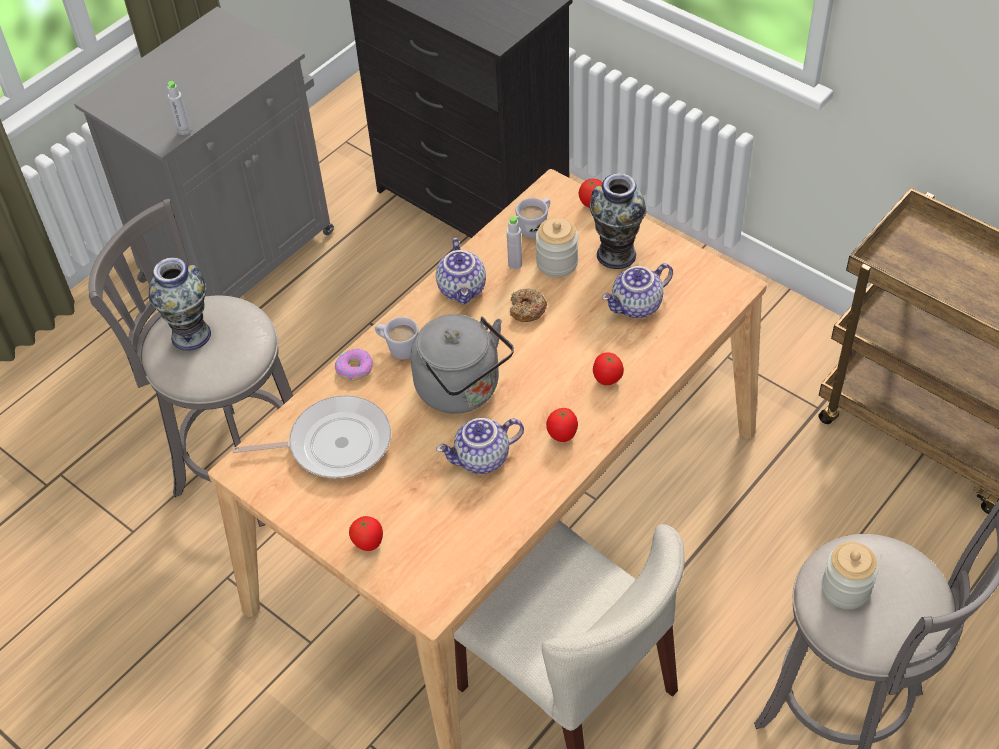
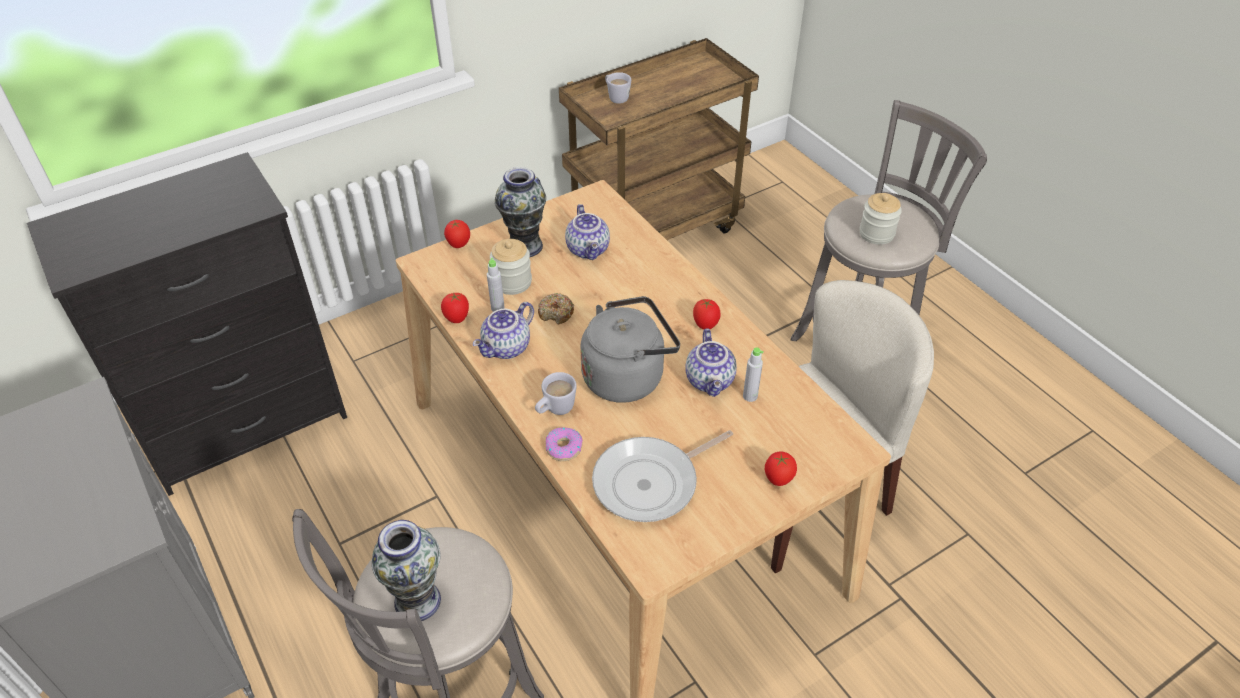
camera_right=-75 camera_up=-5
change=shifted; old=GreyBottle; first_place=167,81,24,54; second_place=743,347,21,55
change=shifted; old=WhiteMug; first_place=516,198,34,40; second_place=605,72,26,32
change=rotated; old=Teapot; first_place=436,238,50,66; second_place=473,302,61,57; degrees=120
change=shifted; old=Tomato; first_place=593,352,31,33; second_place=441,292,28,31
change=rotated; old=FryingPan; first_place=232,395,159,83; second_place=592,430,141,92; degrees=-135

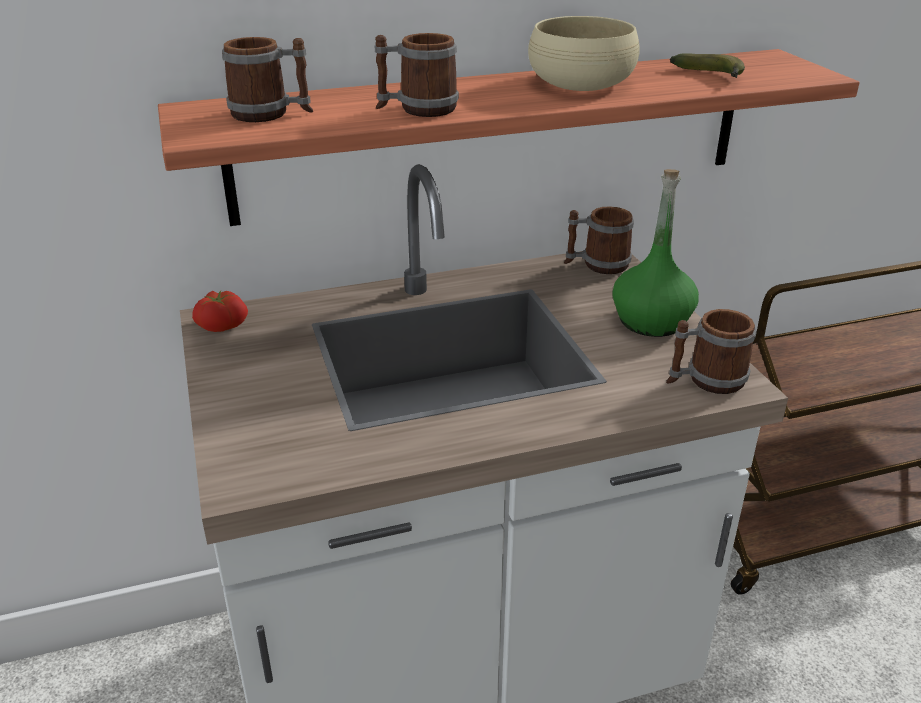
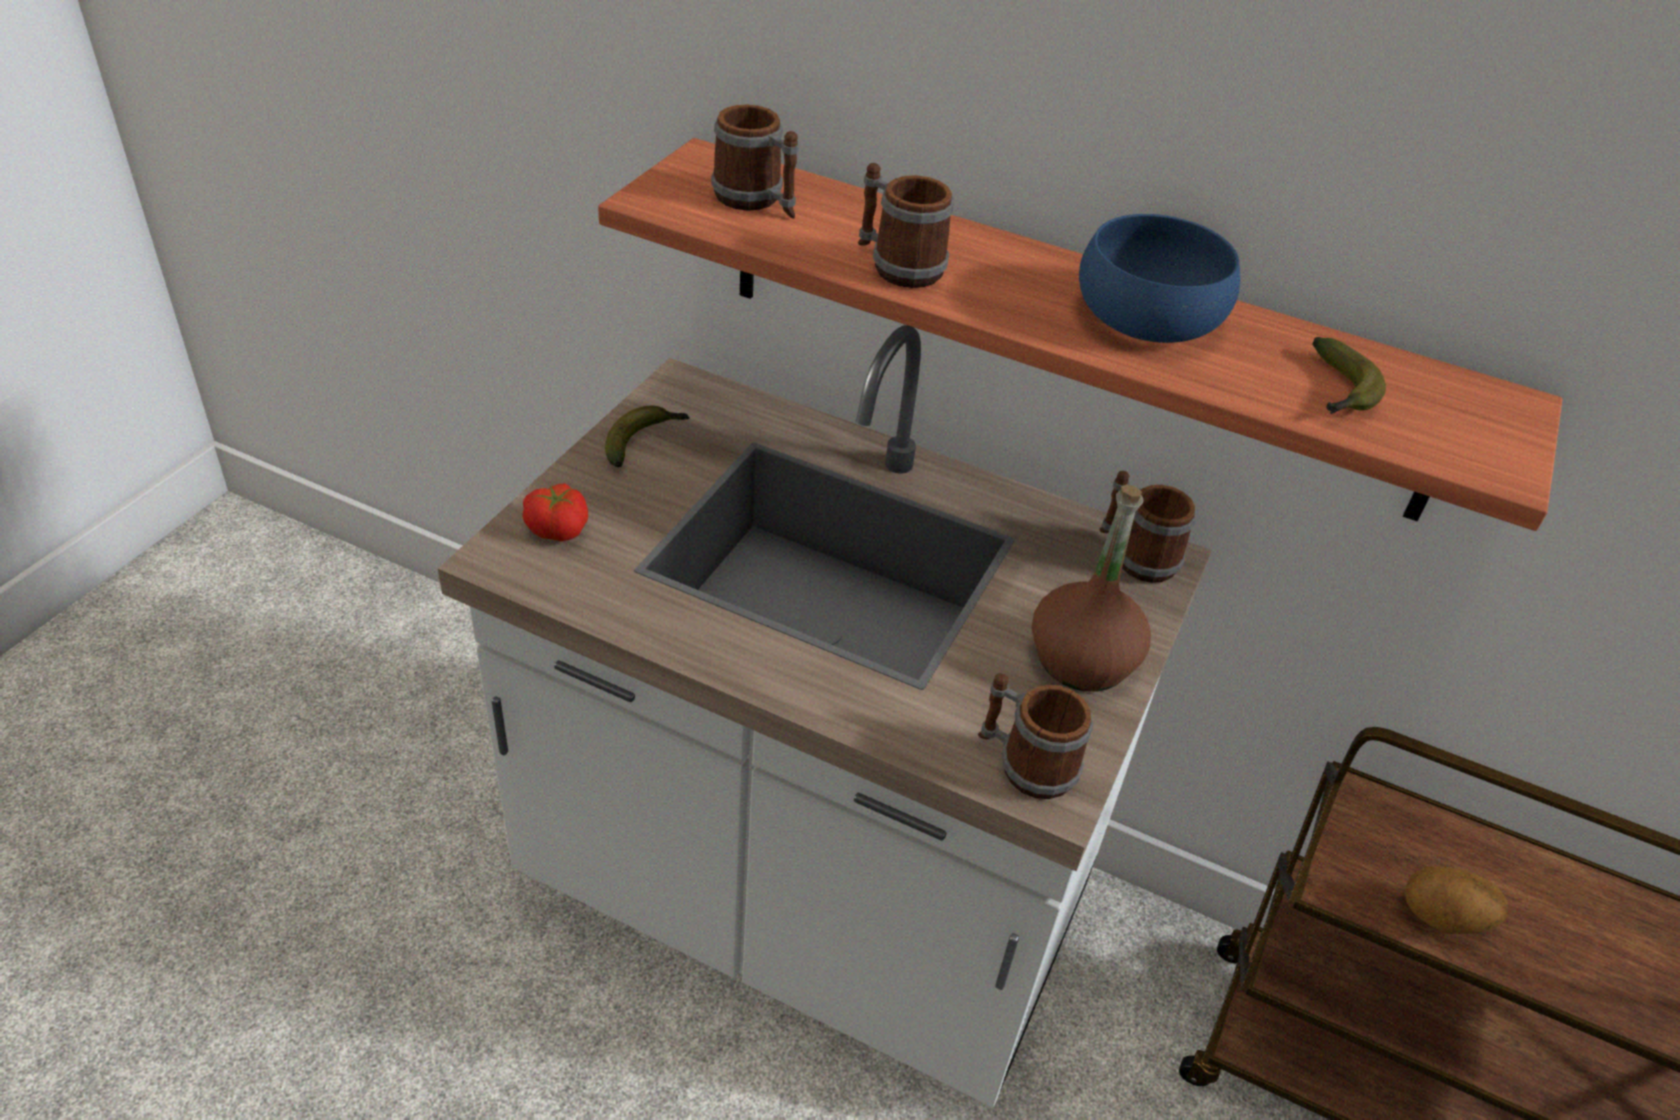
camera_right=40 camera_up=10
change=repainted; old=BeigeBowl; new=BlueBowl; first_place=528,16,112,75; second_place=1079,214,161,129
change=repainted; old=GreenBottle; new=BrownBottle; first_place=612,169,87,168; second_place=1032,484,119,208
change=shifted; old=Tomato; first_place=192,291,56,41; second_place=523,483,65,58
change=new; new=Banana; second_place=605,406,84,61
change=new; new=Potato; second_place=1405,866,103,68

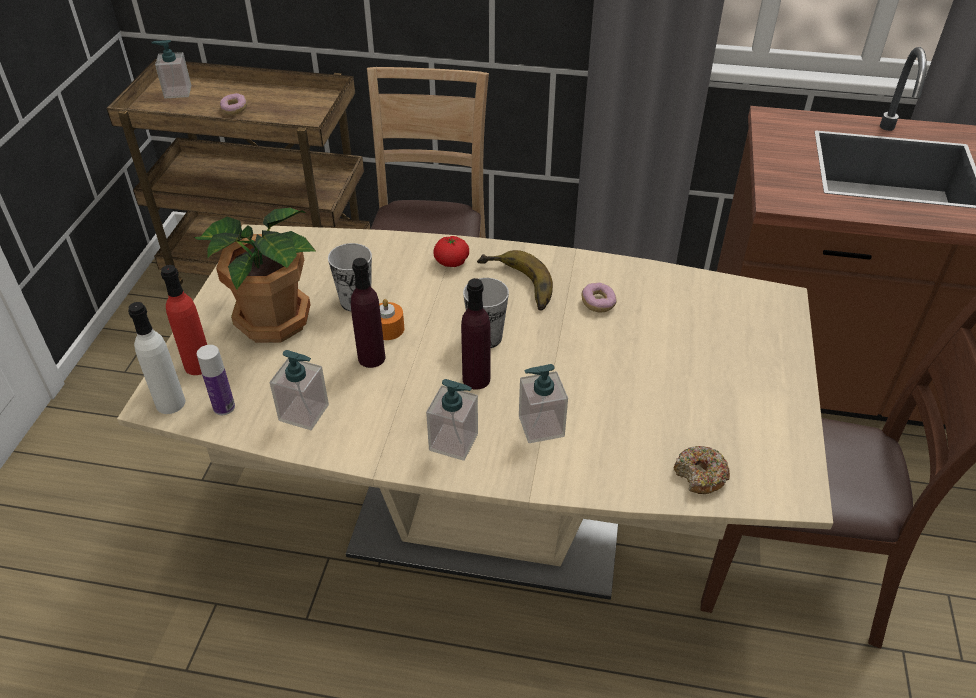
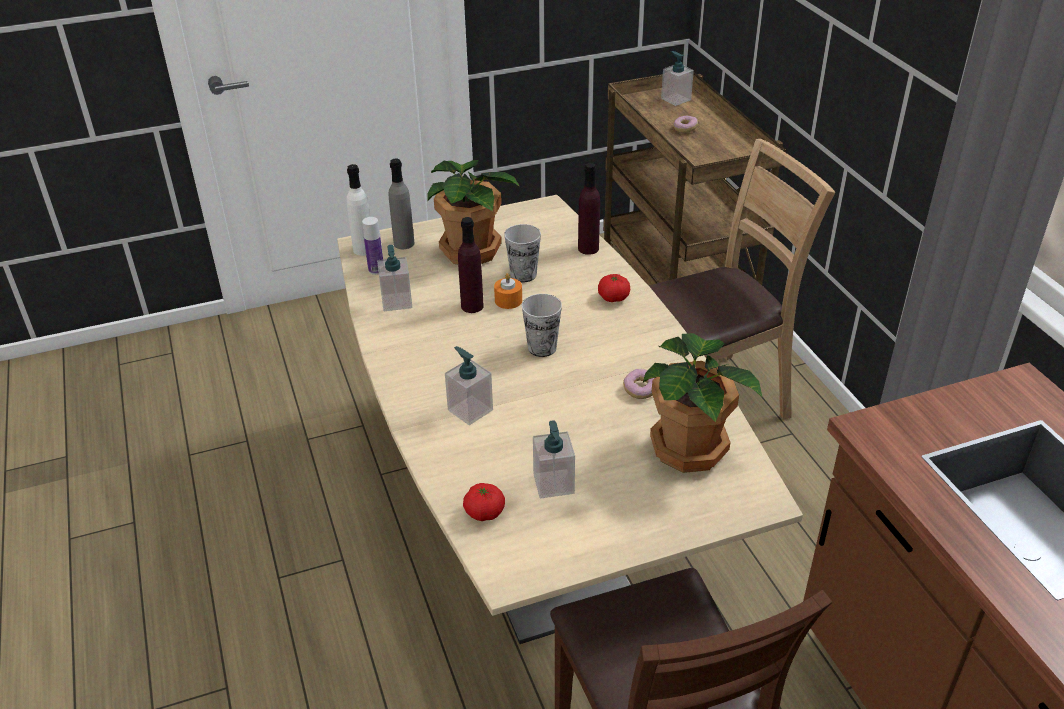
camera_right=60 camera_up=-5
change=gone; old=Banana; first_place=477,250,76,61
change=repainted; old=RedBottle; new=GreyBottle; first_place=161,265,46,110; second_place=389,158,26,91
change=shifted; old=PurpleBottle; first_place=461,278,30,112; second_place=578,163,22,92
change=shifted; old=SoapDispenser; first_place=426,379,52,82; second_place=533,420,42,78
change=swapped; old=Donut; new=Tomato; first_place=674,446,56,48; second_place=463,483,42,38
change=new; new=PottedPlant; second_place=643,333,119,140

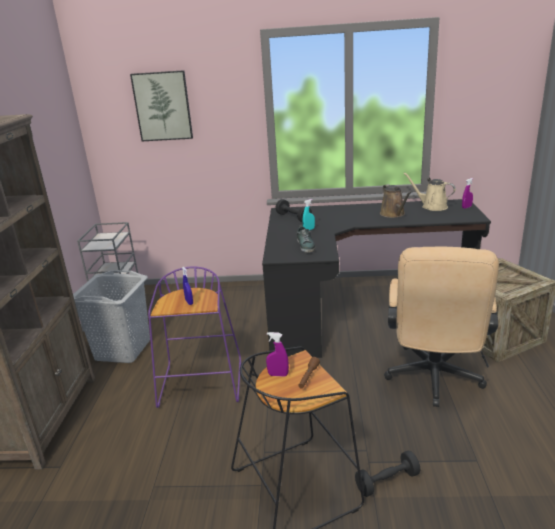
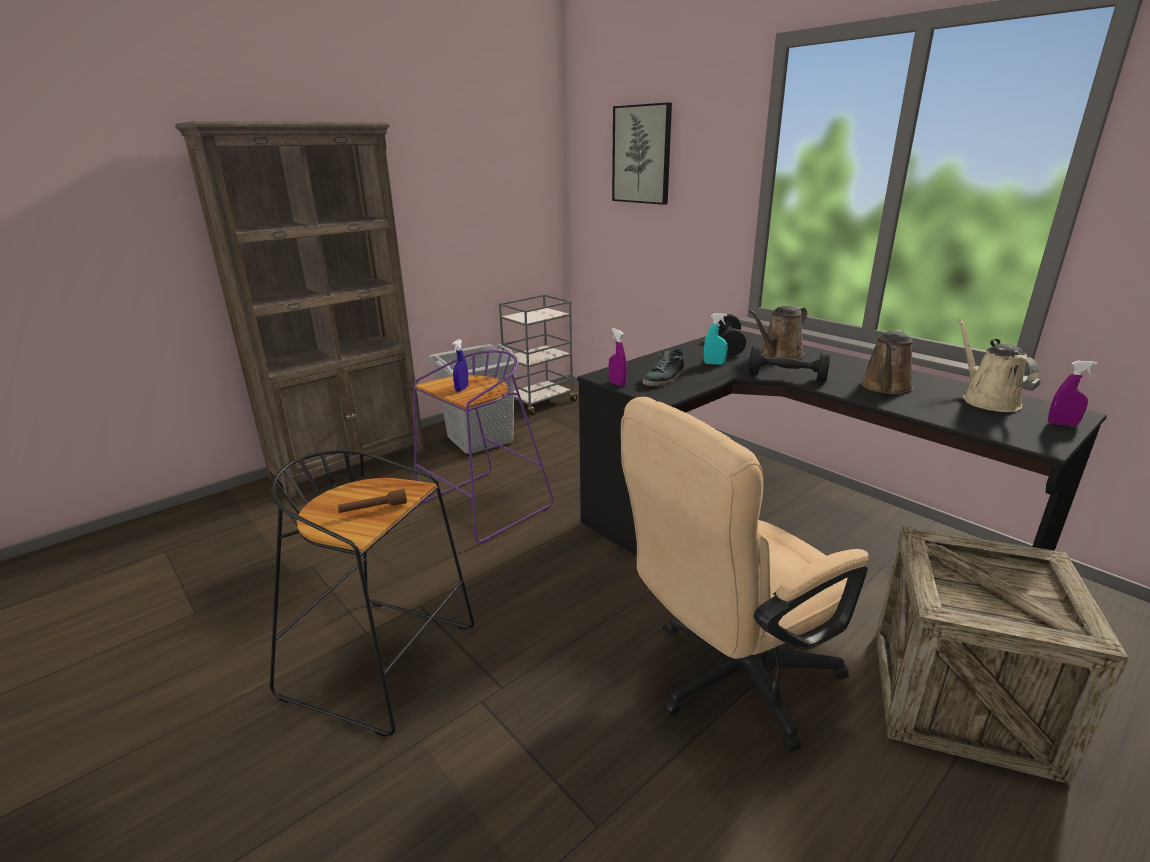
camera_right=45 camera_up=0
change=shifted; old=PurpleSprayBottle; first_place=266,332,23,45; second_place=609,328,18,59
change=shifted; old=BlackDumbbell; first_place=355,451,65,46; second_place=749,345,82,37
change=new; new=BrownWateringCan; second_place=749,306,58,53

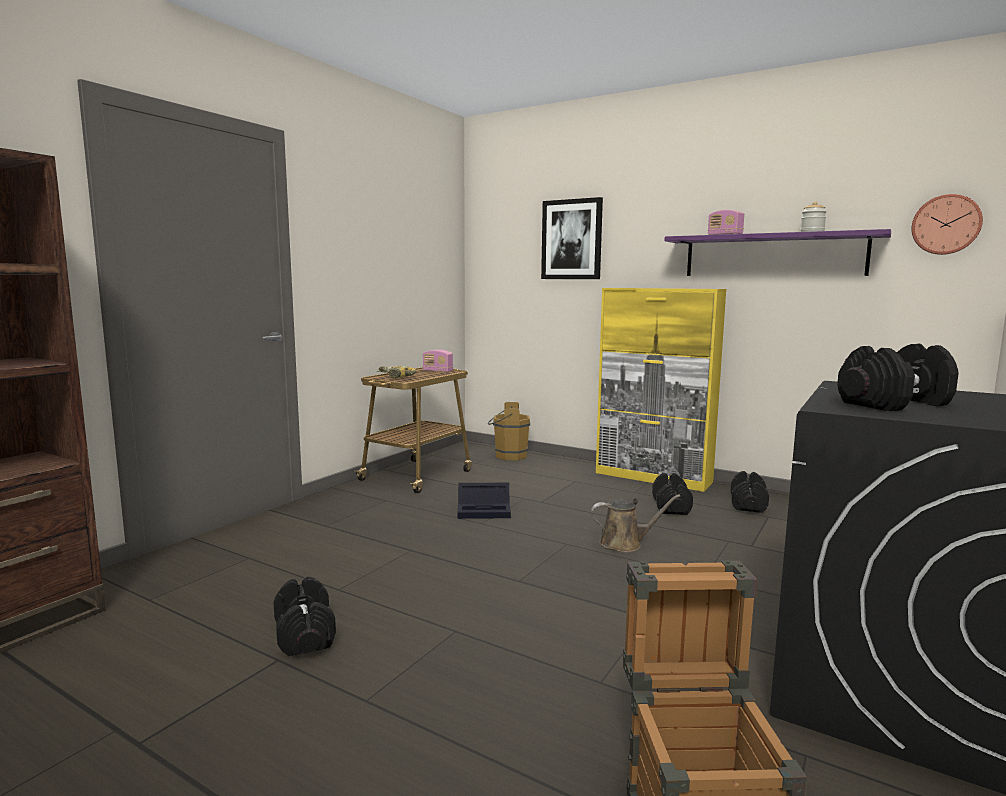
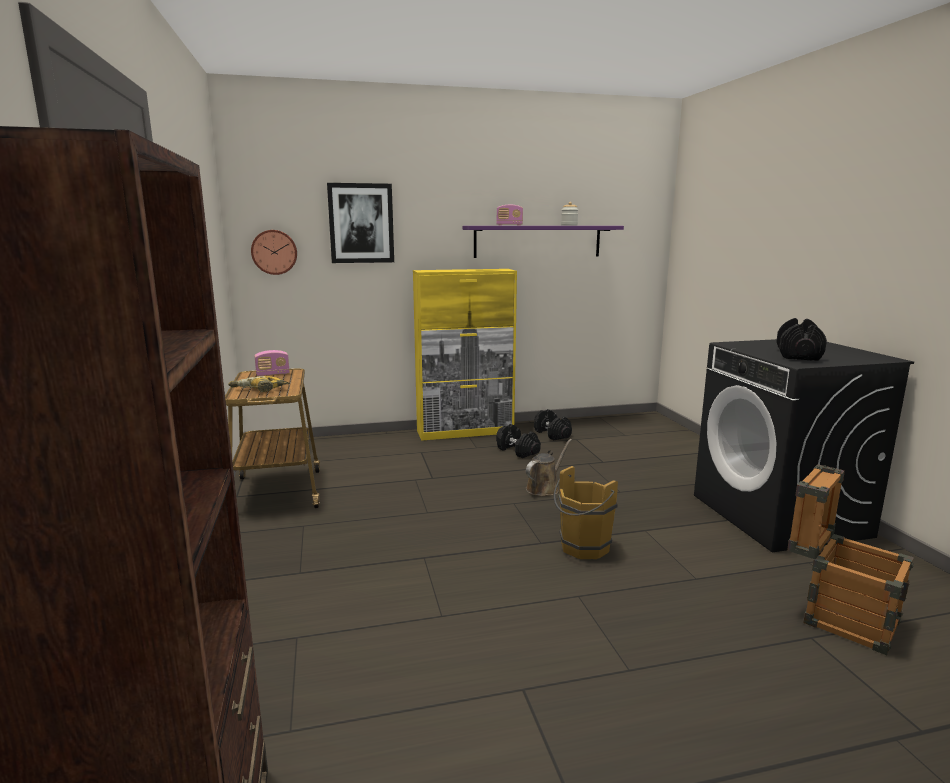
camera_right=-45 camera_up=5
change=shifted; old=WallClock; first_place=911,194,72,61; second_place=251,230,46,45
change=shifted; old=BrownBucket; first_place=488,402,42,58; second_place=554,466,64,93
change=gone; old=BlackStorageBox; first_place=458,483,53,36
change=gone; old=BlackDumbbell; first_place=273,576,63,80

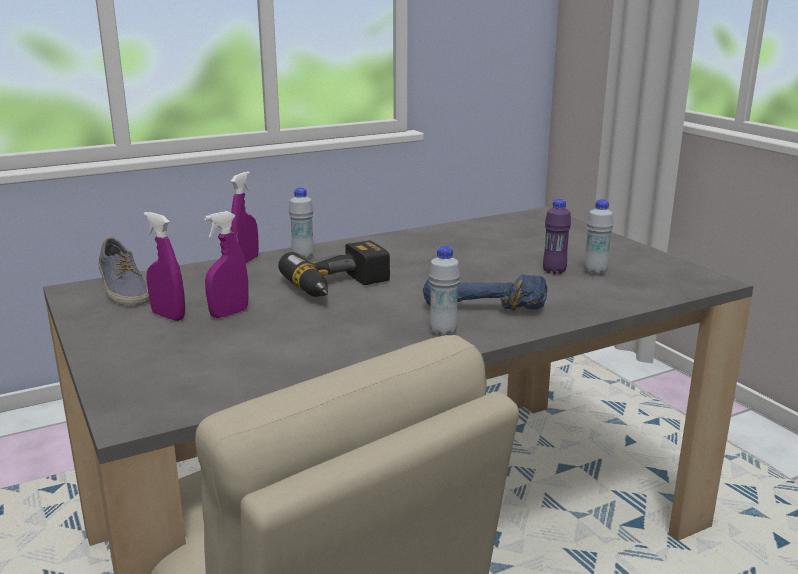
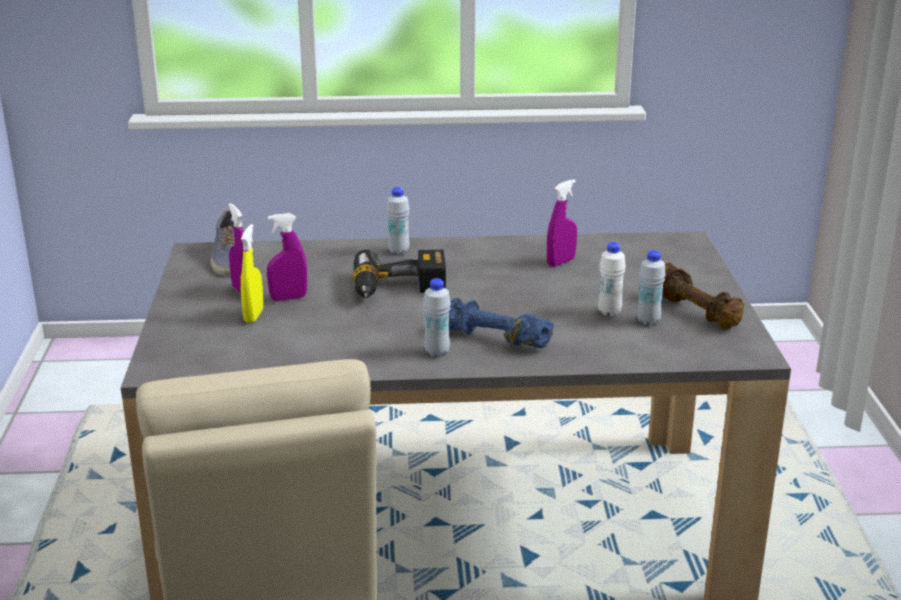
camera_right=25 camera_up=5
change=shifted; old=PurpleSprayBottle; first_place=230,171,29,92; second_place=547,179,30,88
change=repainted; old=PurpleBottle; new=WhiteBottle; first_place=543,199,28,75; second_place=598,242,28,74
change=new; new=YellowSprayBottle; second_place=241,224,22,99
change=new; new=BrownDumbbell; second_place=662,263,82,67

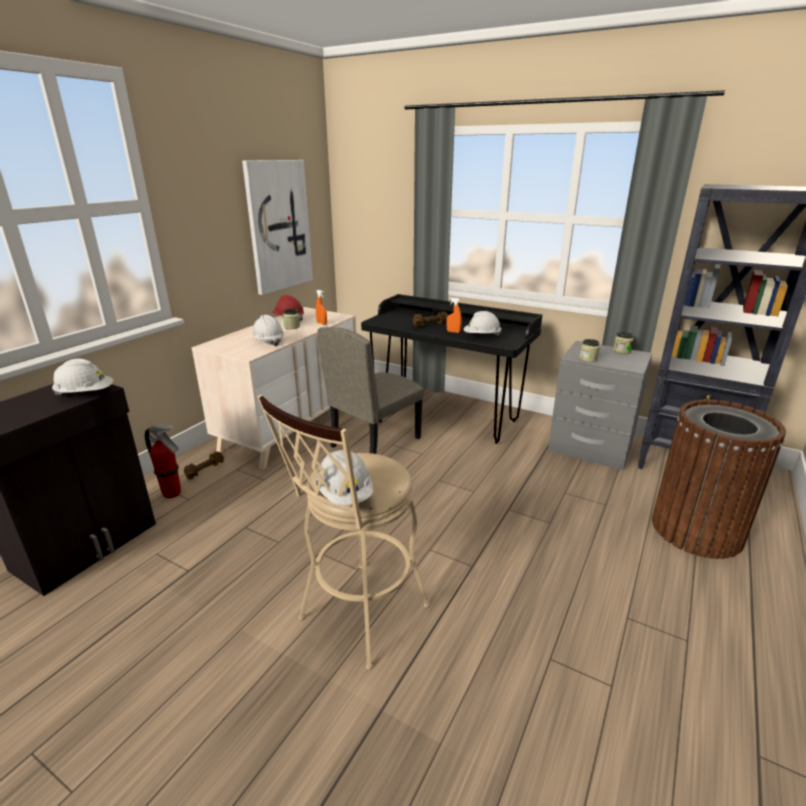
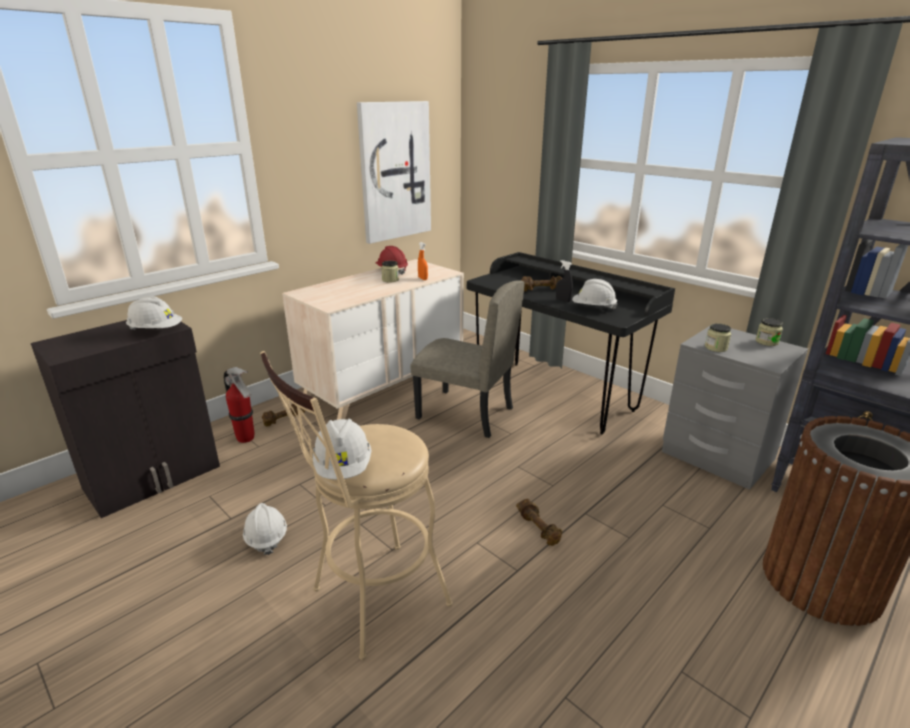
camera_right=15 camera_up=0
change=repainted; old=OrangeSprayBottle; new=BlackSprayBottle; first_place=447,297,15,36; second_place=556,260,17,42
change=shifted; old=WhiteHardHat; first_place=251,315,33,31; second_place=243,503,44,52
change=rotated; old=BeigeChair; first_place=317,327,107,127; second_place=410,280,115,158; degrees=-120
change=new; new=BrownDumbbell; second_place=516,499,46,47

